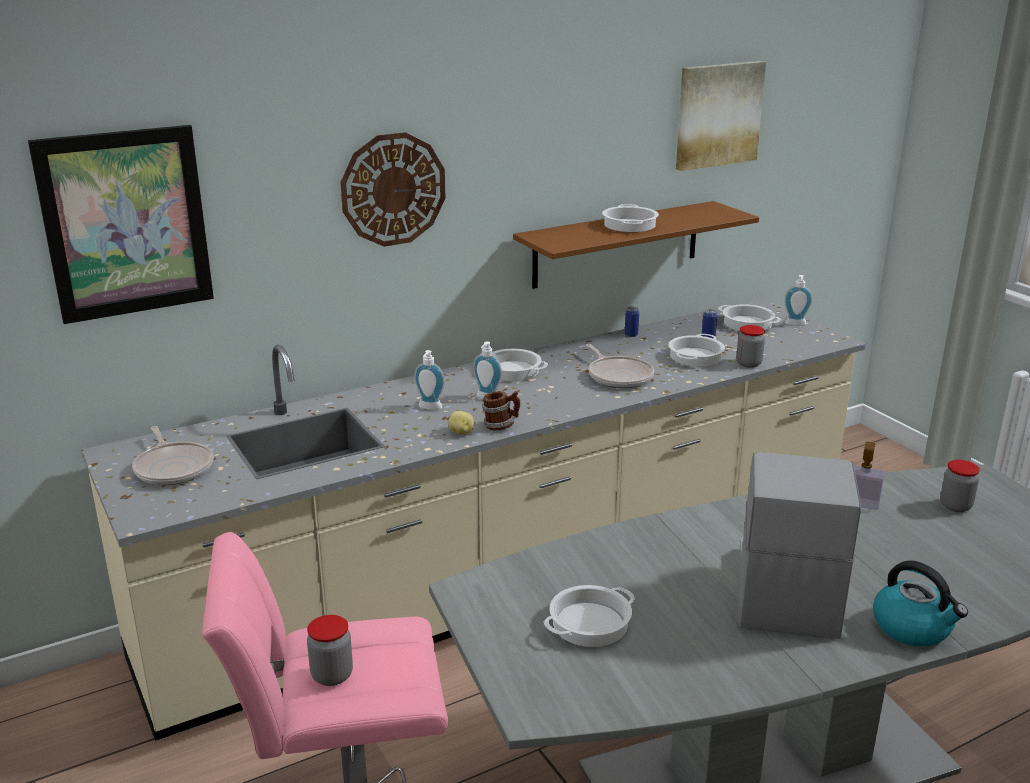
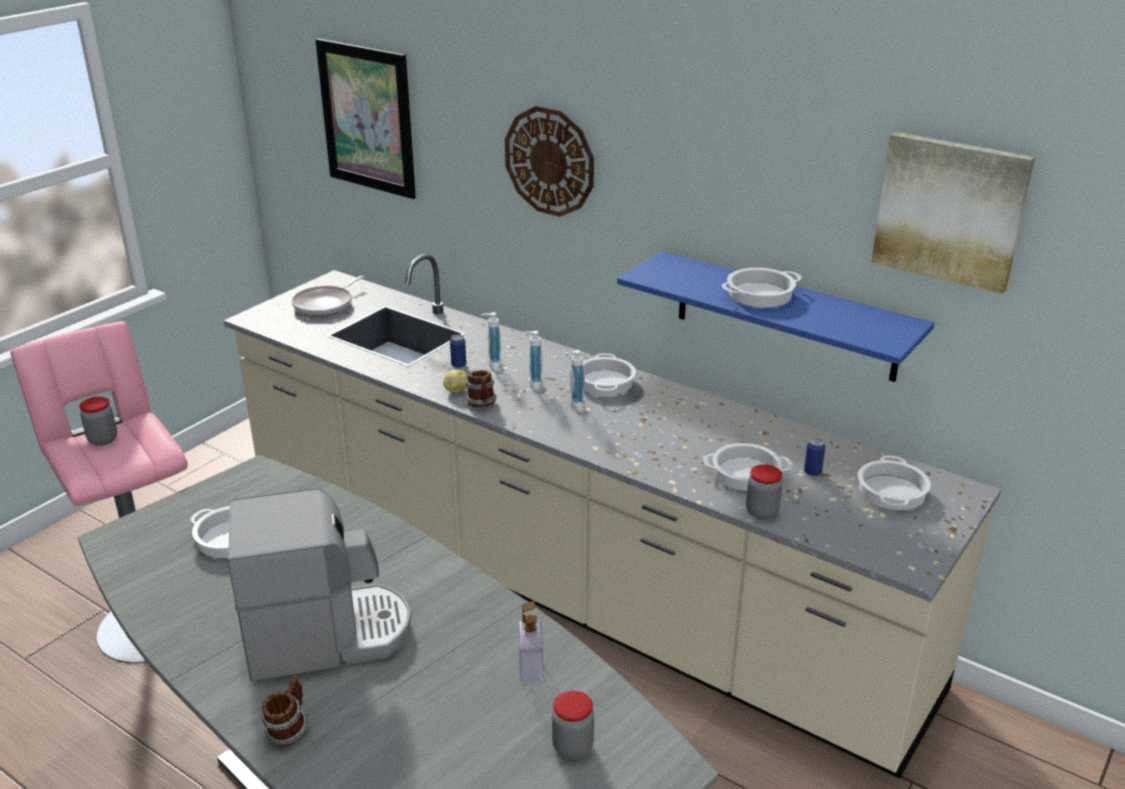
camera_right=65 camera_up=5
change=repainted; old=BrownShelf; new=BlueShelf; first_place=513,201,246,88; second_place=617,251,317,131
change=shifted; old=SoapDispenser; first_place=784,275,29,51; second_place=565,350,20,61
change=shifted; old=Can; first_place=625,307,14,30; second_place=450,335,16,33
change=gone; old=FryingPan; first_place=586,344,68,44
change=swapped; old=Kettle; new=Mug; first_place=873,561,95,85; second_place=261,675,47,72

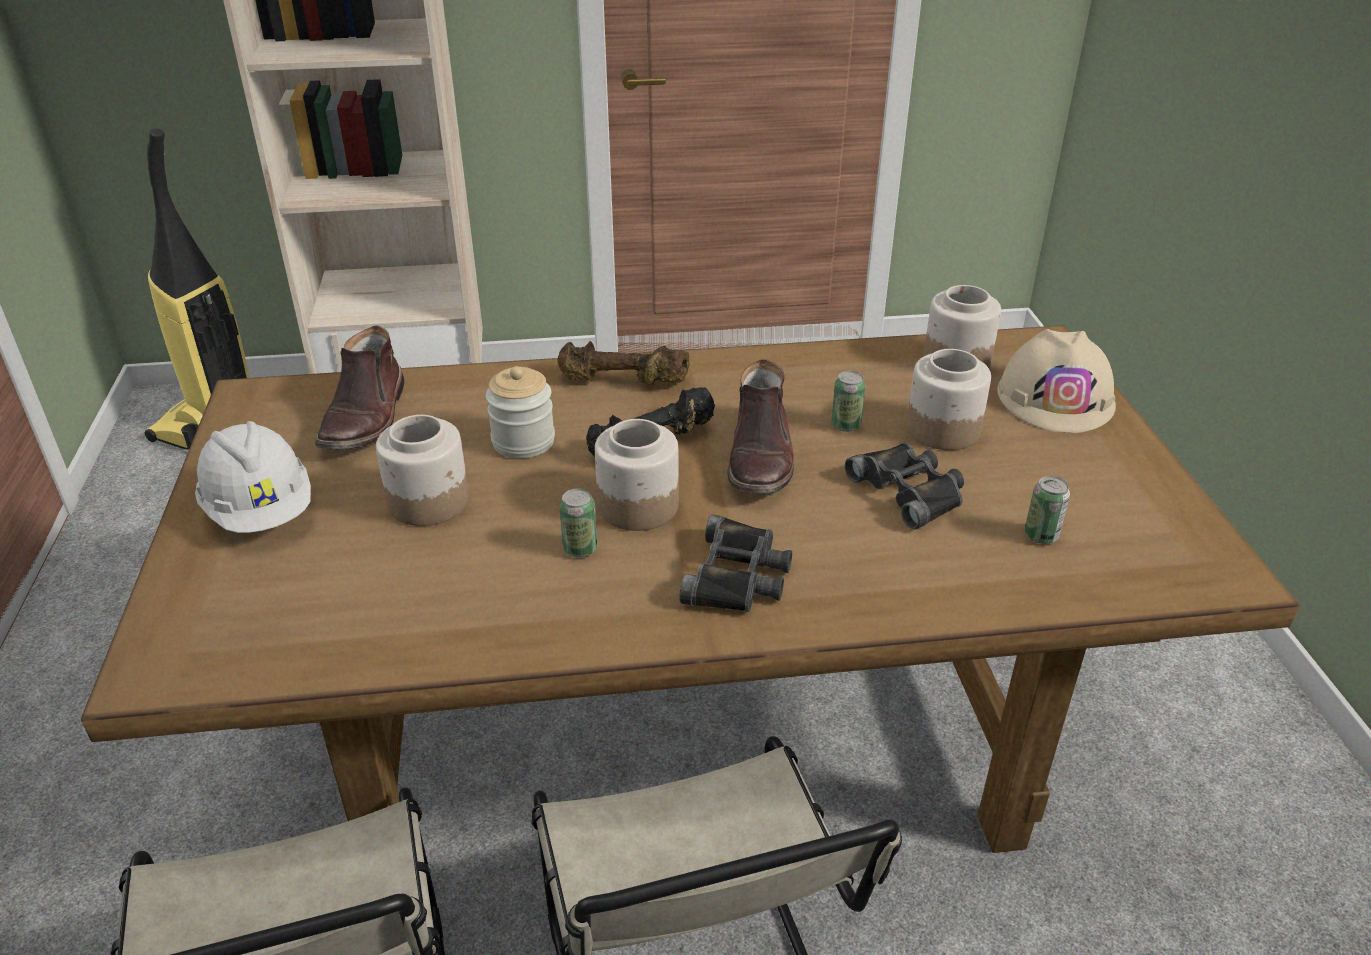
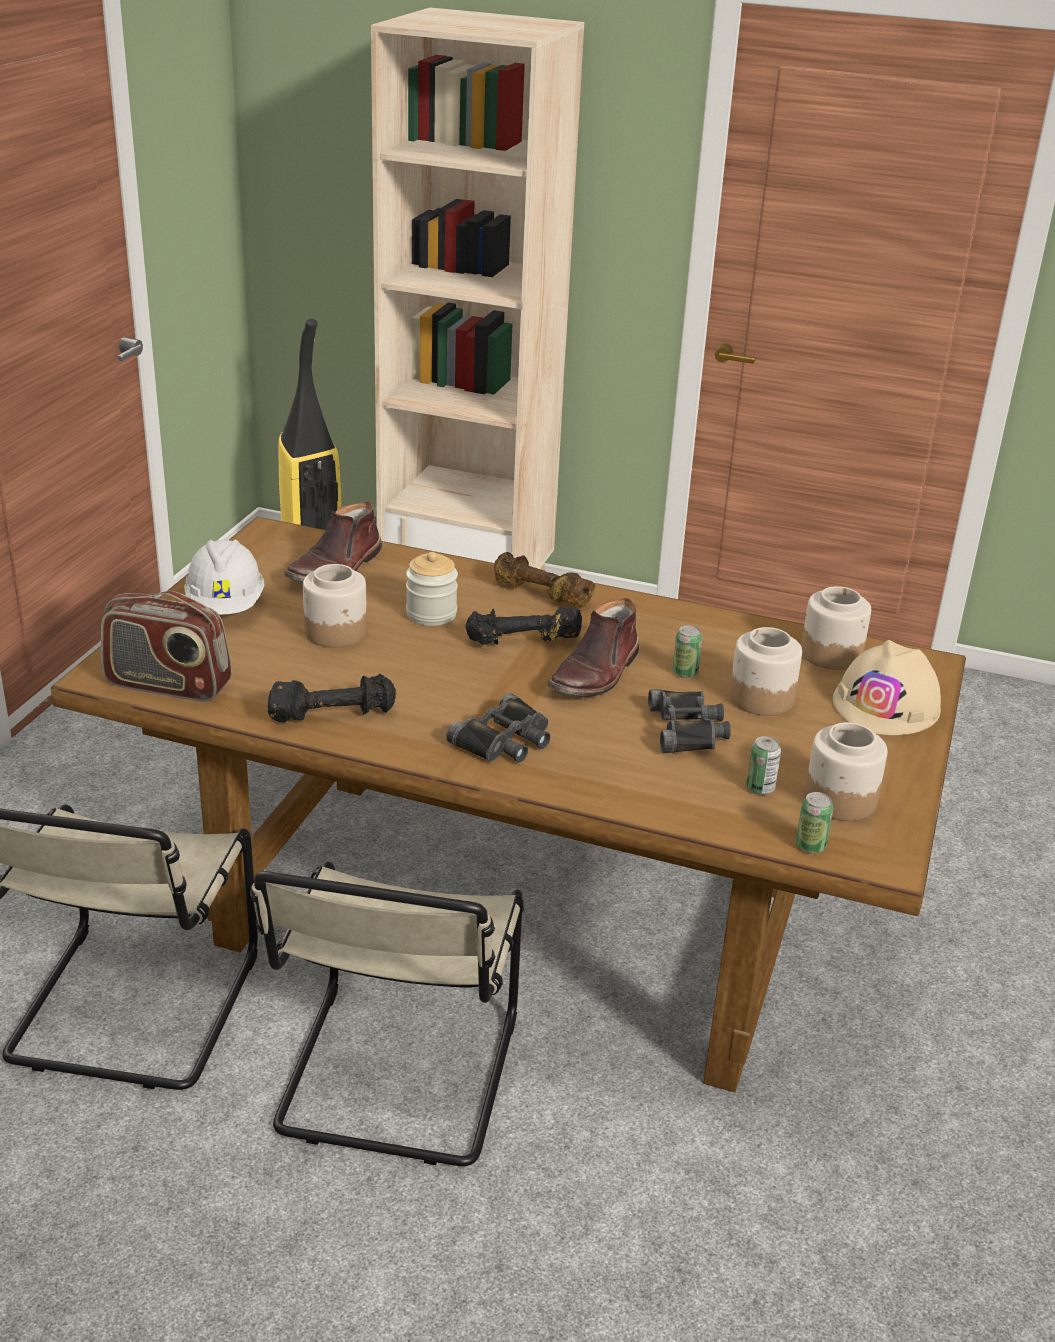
camera_right=25 camera_up=-5
change=shifted; old=Jar; first_place=595,419,84,112; second_place=805,722,83,99
change=shifted; old=Can; first_place=559,488,38,69; second_place=796,792,37,61
change=new; new=Radio; second_place=101,591,131,111
change=new; new=BlackDumbbell; second_place=267,673,130,49

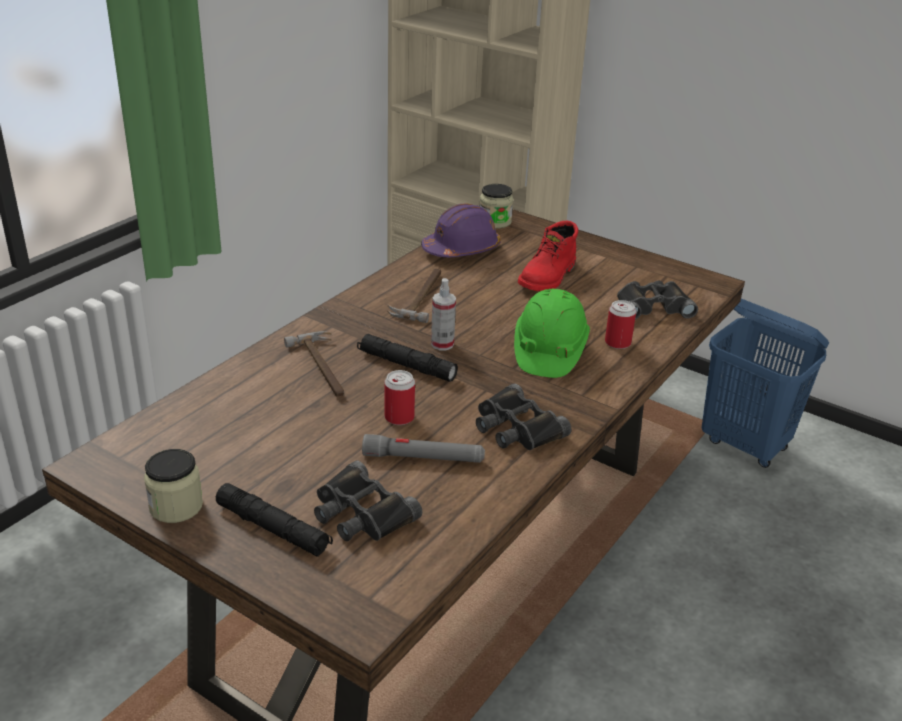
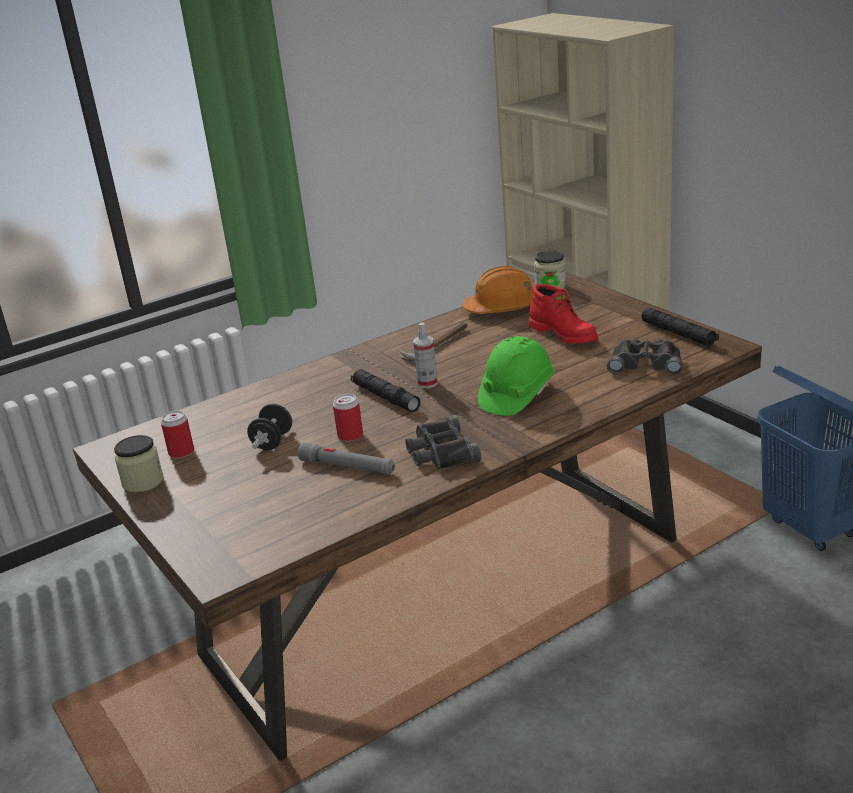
camera_right=25 camera_up=-5
change=repainted; old=PurpleHardHat; new=OrangeHardHat; first_place=421,203,80,54; second_place=462,266,72,48
change=rotated; old=RedBoot; first_place=518,221,60,70; second_place=529,284,69,60; degrees=-90
change=shifted; old=Can; first_place=605,300,31,49; second_place=161,411,33,47
change=gone; old=Hammer; first_place=284,331,60,66
change=gone; old=BlackBinoculars; first_place=314,460,108,81
change=shifted; old=BlackFlashlight; first_place=216,483,117,74; second_place=642,307,77,39
change=new; new=BlackDumbbell; second_place=247,404,45,46

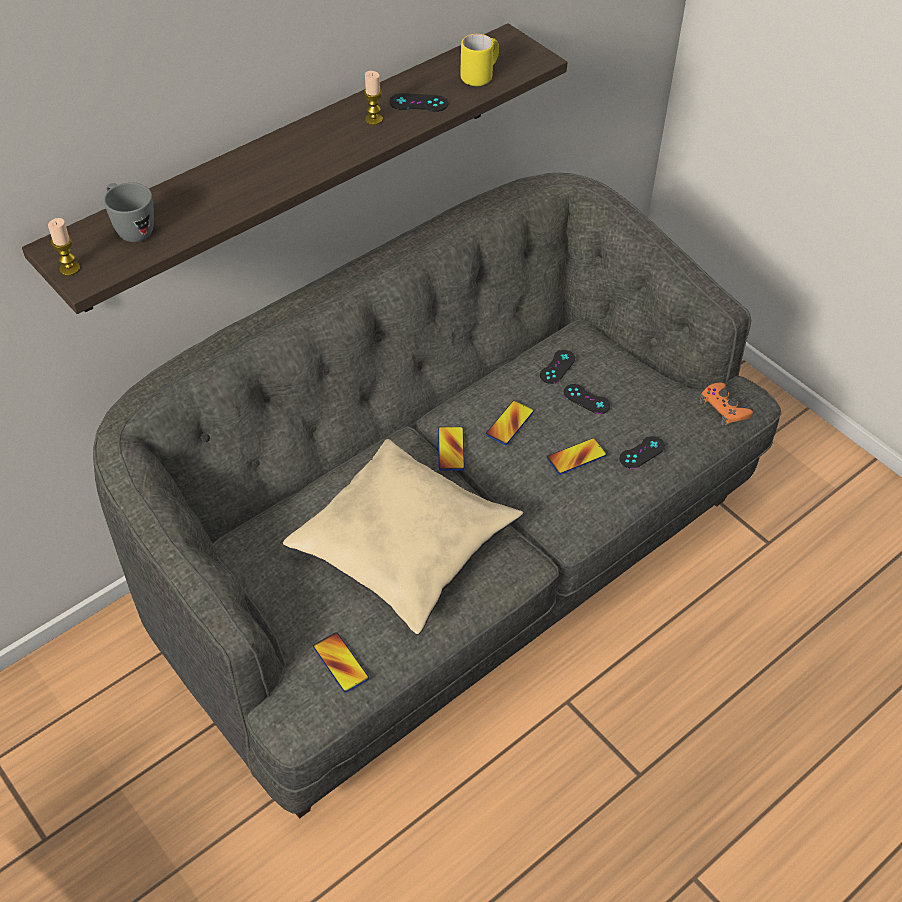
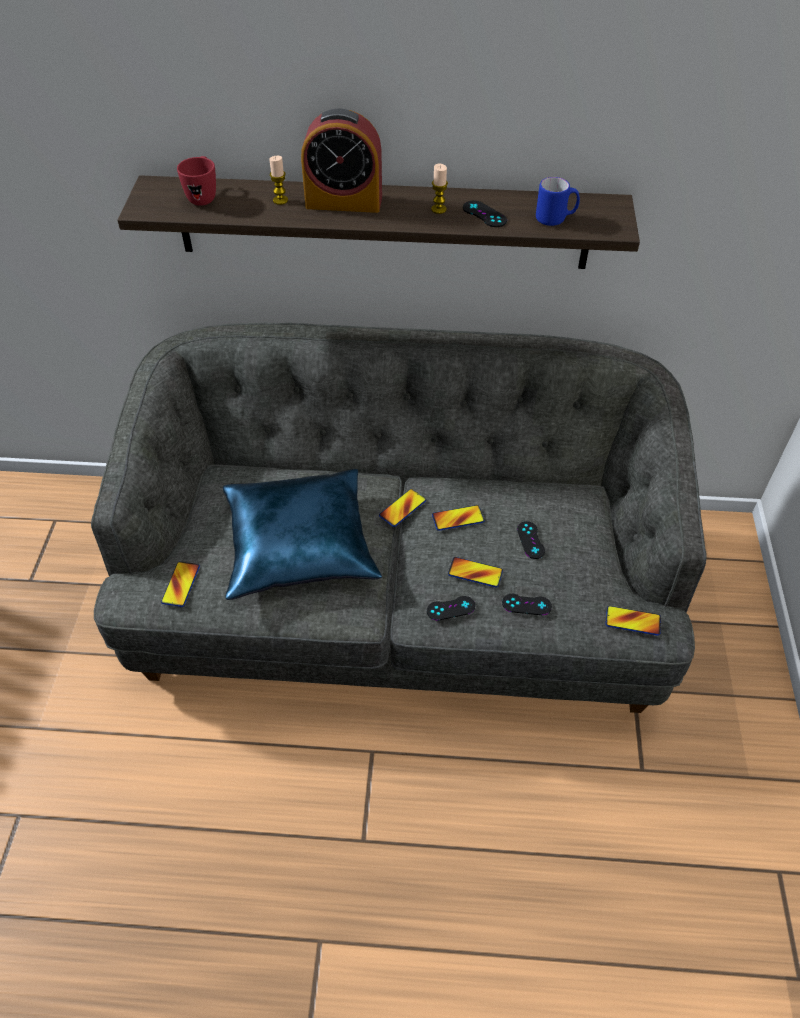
camera_right=45 camera_up=0
change=repainted; old=YellowMug; new=BlueMug; first_place=460,34,39,52; second_place=536,177,44,49
change=repainted; old=GreyMug; new=RedMug; first_place=104,182,50,60; second_place=177,156,39,50
change=shifted; old=Candle; first_place=48,218,32,58; second_place=269,156,19,49
change=shifted; old=BlackGameController; first_place=540,350,35,34; second_place=427,596,48,25
change=swapped; old=OrangeGameController; new=Phone; first_place=699,383,54,43; second_place=606,606,55,30
change=repainted; old=BeigePillow; new=BluePillow; first_place=283,439,240,195; second_place=223,469,159,131
change=new; new=AlarmClock; second_place=301,108,81,105

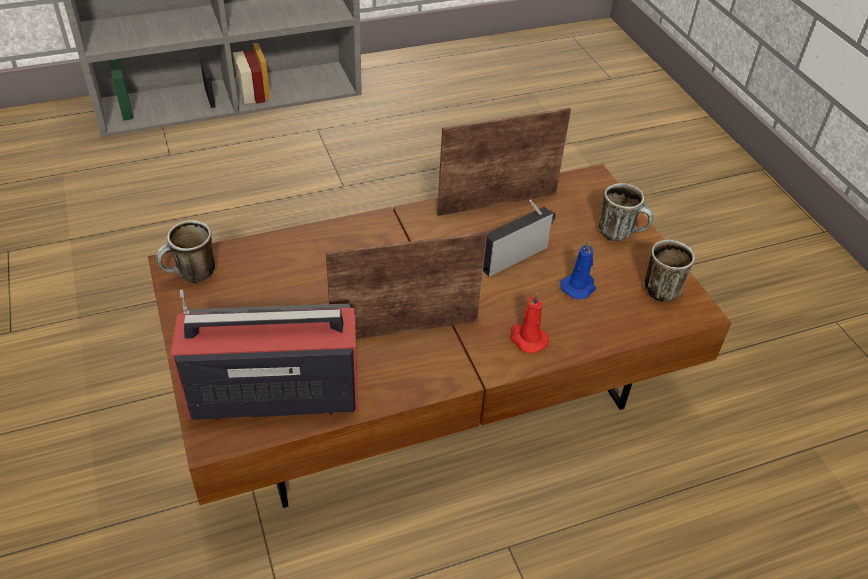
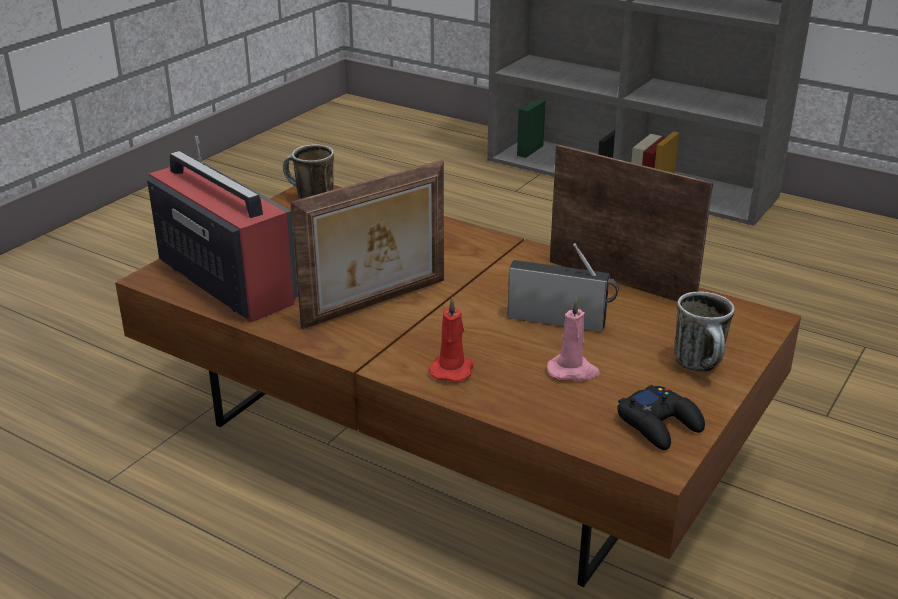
camera_right=55 camera_up=-15
change=rotated; old=PictureFrame; first_place=326,232,161,107; second_place=290,160,154,169; degrees=105
change=repainted; old=BlueCandle; new=PinkCandle; first_place=560,240,36,59; second_place=547,297,53,84
change=swapped; old=Mug; new=BlackGameController; first_place=644,240,51,62; second_place=617,385,88,65

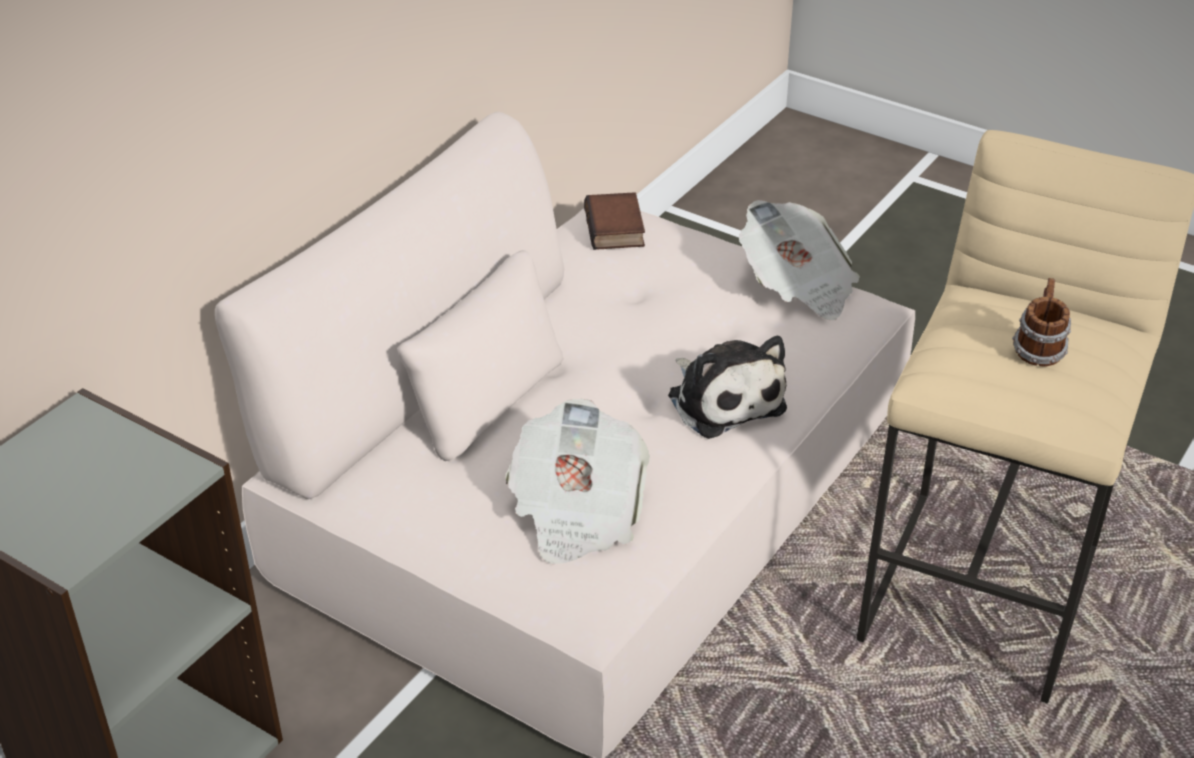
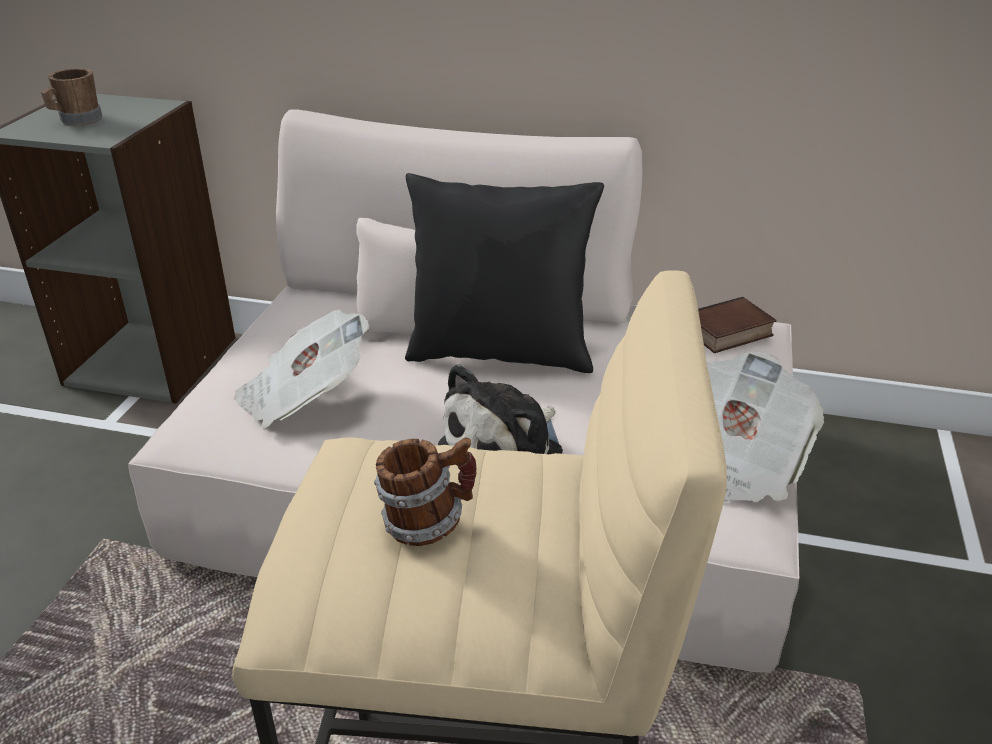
camera_right=70 camera_up=-5
change=new; new=BrownMug; second_place=41,68,61,58
change=new; new=BlackPillow; second_place=405,173,199,200

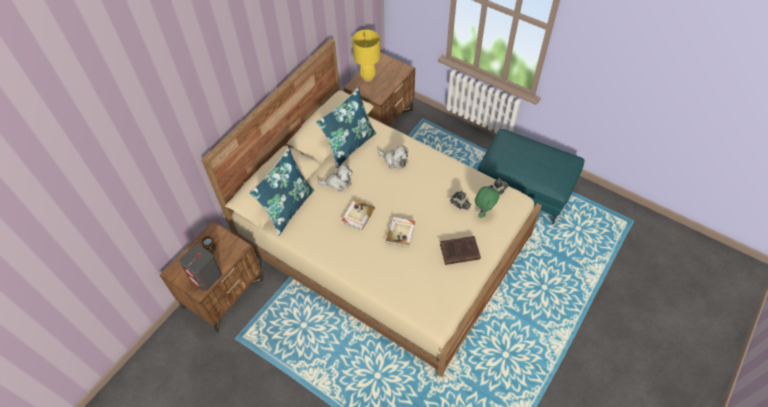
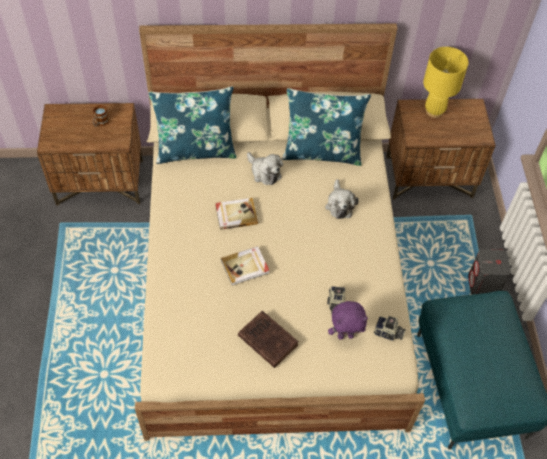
camera_right=50 camera_up=0
change=repainted; old=GreenPlushToy; new=PurplePlushToy; first_place=475,186,24,32; second_place=328,301,40,39
change=shifted; old=GreySpeaker; first_place=179,244,43,47; second_place=468,249,43,45

